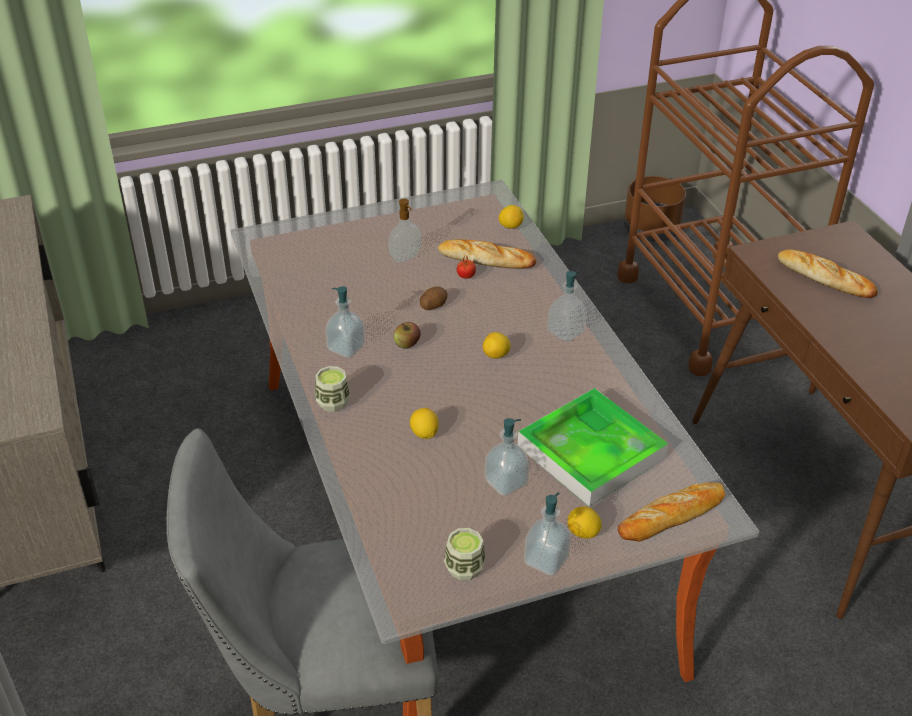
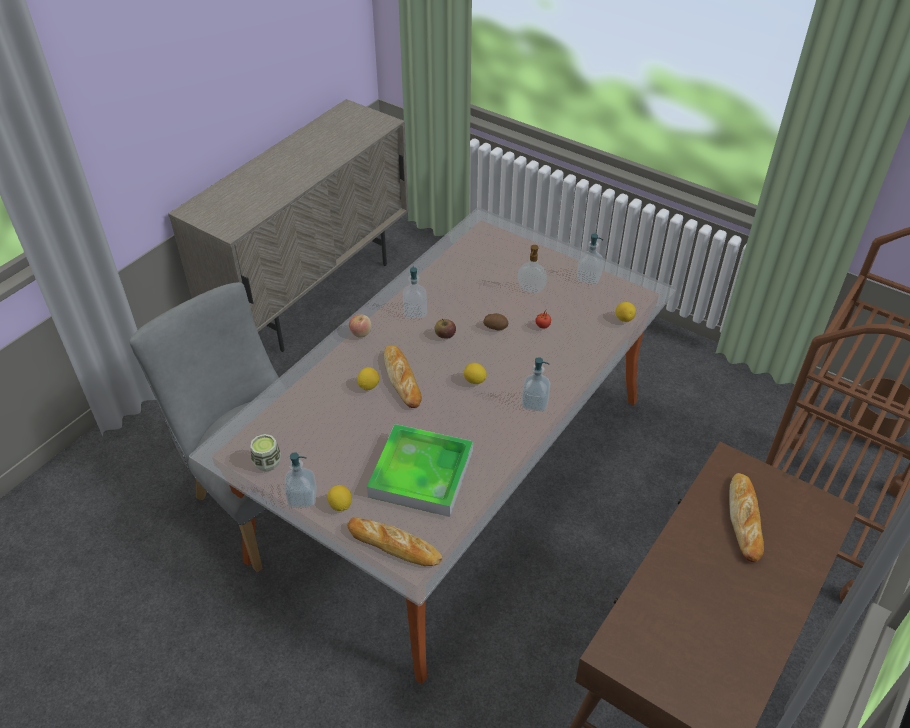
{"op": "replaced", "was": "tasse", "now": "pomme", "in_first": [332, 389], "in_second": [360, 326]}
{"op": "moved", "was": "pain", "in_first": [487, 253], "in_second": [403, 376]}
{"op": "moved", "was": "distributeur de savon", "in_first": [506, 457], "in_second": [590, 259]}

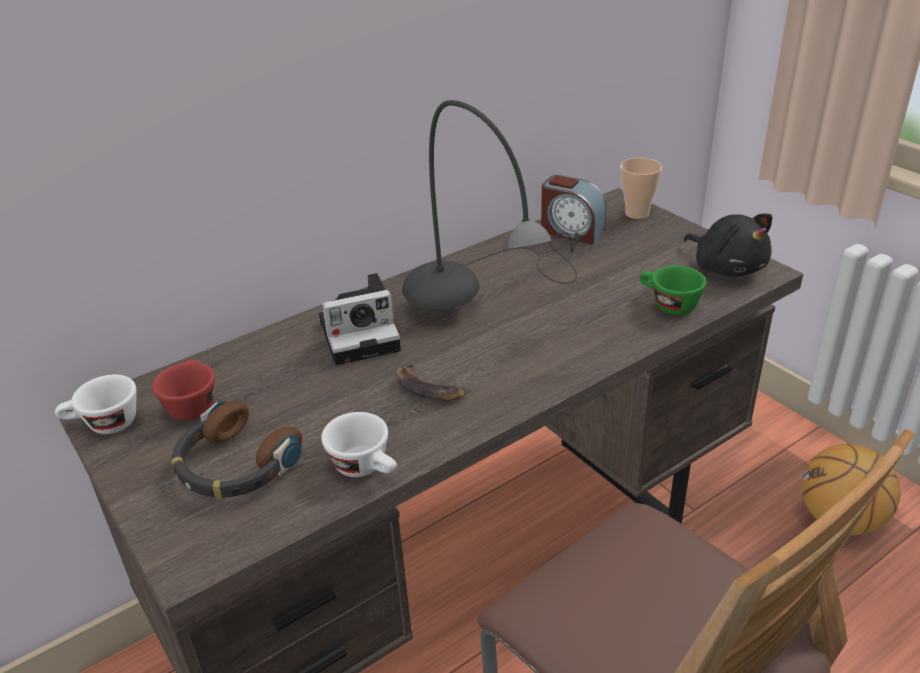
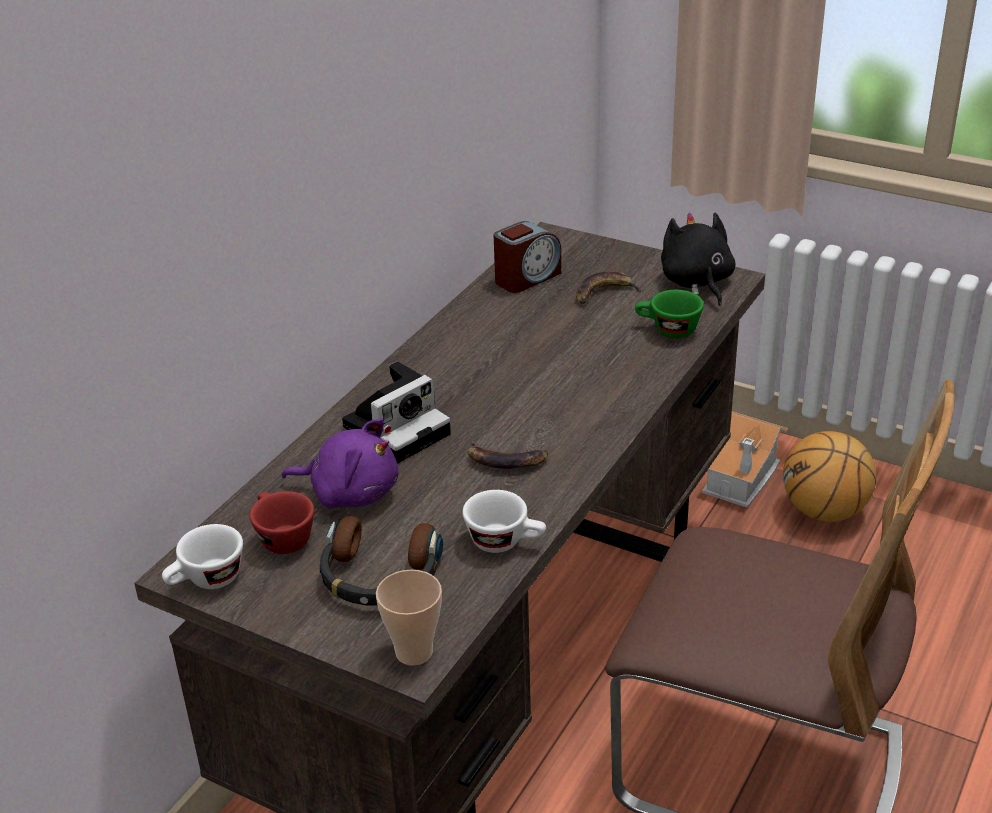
{"op": "added", "now": "peluche [violet]", "in_second": [340, 463]}
{"op": "moved", "was": "tasse", "in_first": [641, 188], "in_second": [409, 617]}
{"op": "turned", "was": "réveil", "in_first": [573, 209], "in_second": [527, 257], "clockwise": -45}
{"op": "added", "now": "banane", "in_second": [610, 287]}
{"op": "turned", "was": "peluche [noir]", "in_first": [728, 245], "in_second": [698, 259], "clockwise": -135}
{"op": "added", "now": "maison miniature", "in_second": [745, 460]}
{"op": "removed", "was": "lampe de table [gris]", "in_first": [492, 204]}

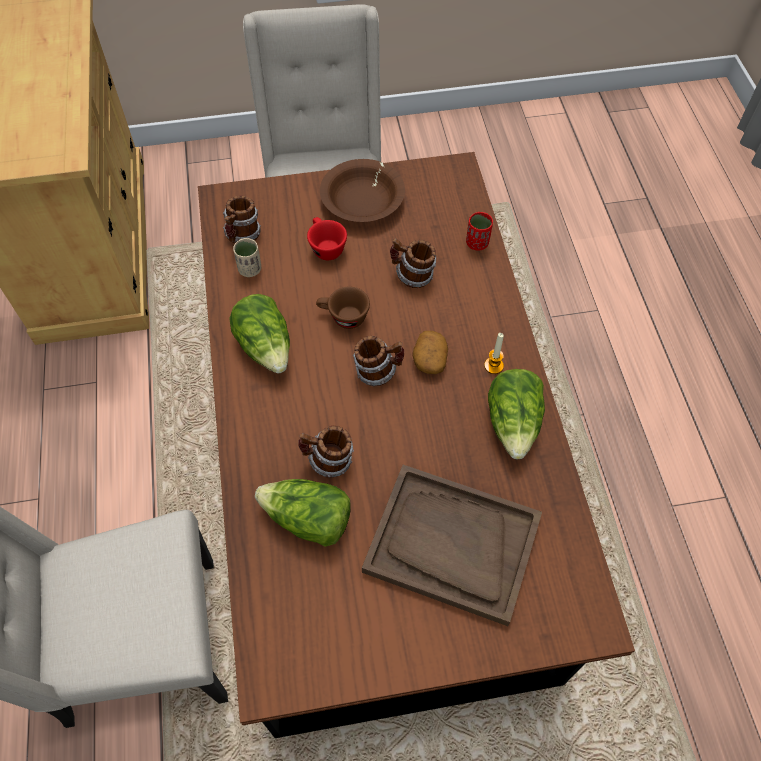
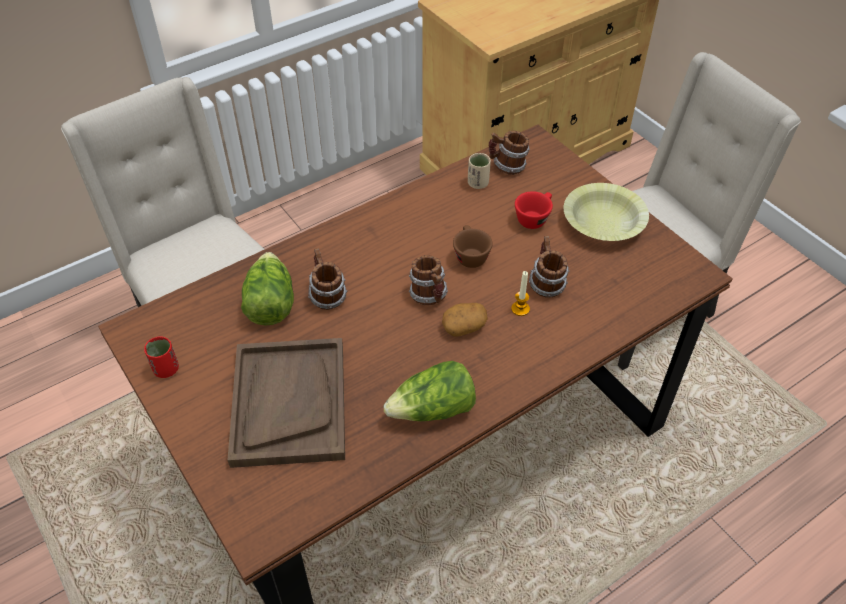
{"op": "moved", "was": "tasse [rouge]", "in_first": [479, 231], "in_second": [161, 357]}
{"op": "moved", "was": "bougie", "in_first": [494, 353], "in_second": [520, 293]}
{"op": "recoloured", "was": "bol [marron]", "now": "bol [jaune]", "in_first": [362, 190], "in_second": [606, 212]}
{"op": "removed", "was": "laitue", "in_first": [259, 333]}

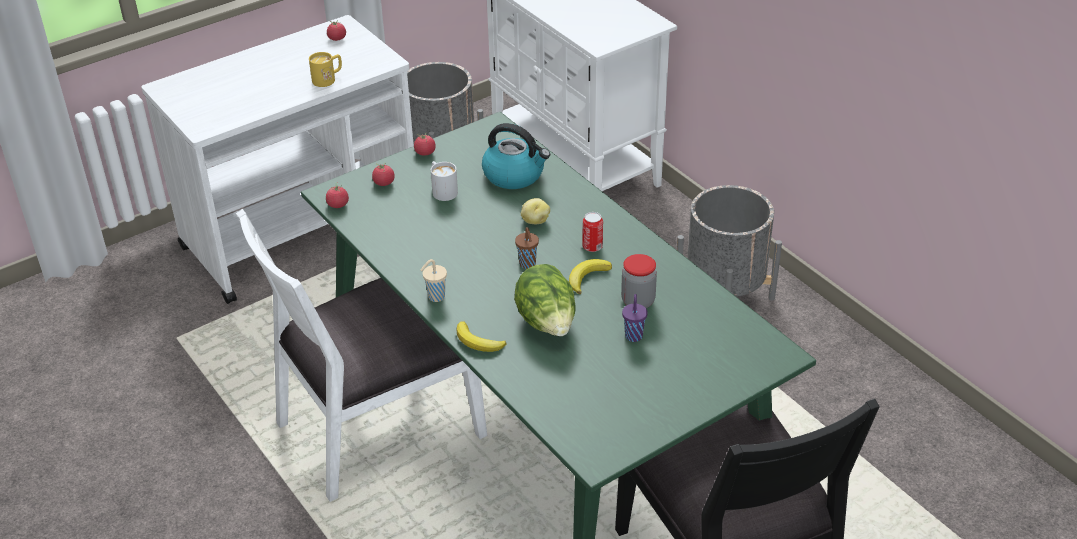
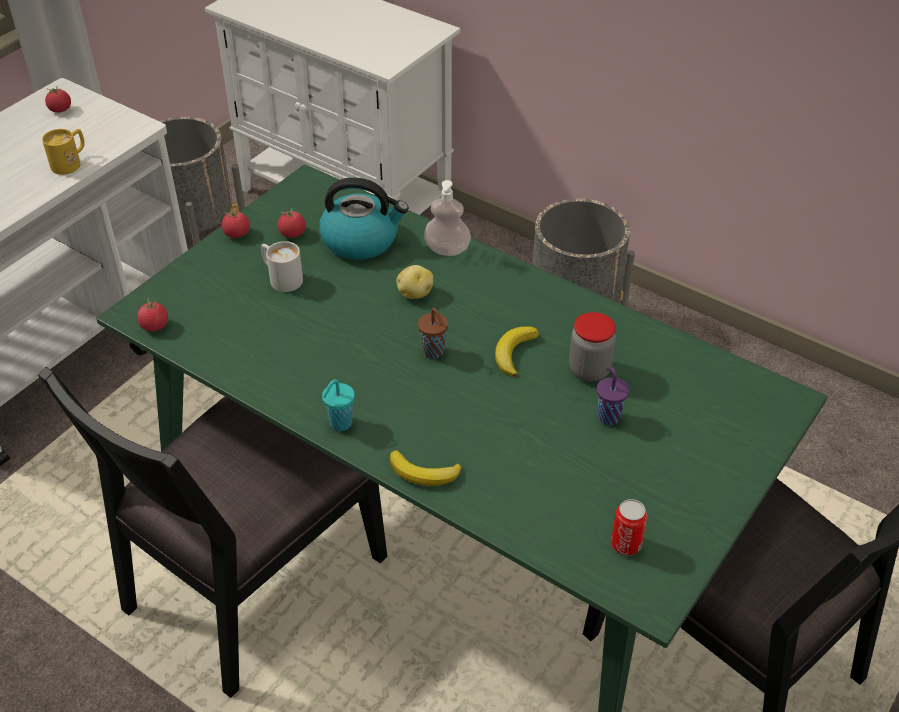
{"op": "recoloured", "was": "chaise [blanc]", "now": "chaise [noir]", "in_first": [361, 355], "in_second": [212, 532]}
{"op": "moved", "was": "tomate", "in_first": [383, 174], "in_second": [292, 223]}
{"op": "recoloured", "was": "tasse [beige]", "now": "tasse [turquoise]", "in_first": [434, 280], "in_second": [338, 405]}
{"op": "added", "now": "distributeur de savon", "in_second": [447, 218]}
{"op": "moved", "was": "boîte métallique", "in_first": [592, 232], "in_second": [629, 527]}
{"op": "removed", "was": "laitue", "in_first": [545, 300]}

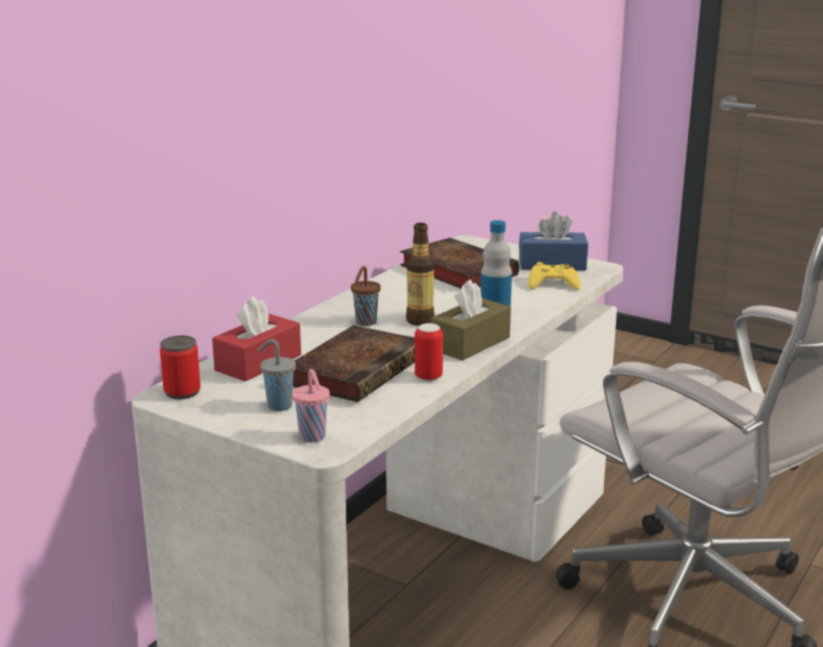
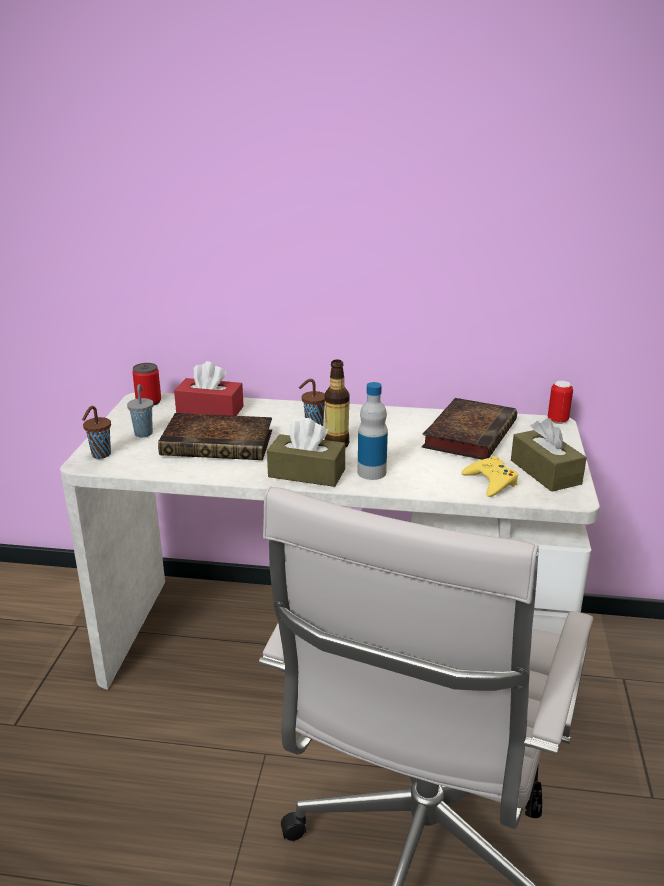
{"op": "recoloured", "was": "tasse [rose]", "now": "tasse [marron]", "in_first": [311, 405], "in_second": [96, 432]}
{"op": "recoloured", "was": "boîte à mouchoirs [bleu]", "now": "boîte à mouchoirs [marron]", "in_first": [553, 241], "in_second": [549, 455]}
{"op": "moved", "was": "boîte métallique", "in_first": [429, 352], "in_second": [560, 402]}

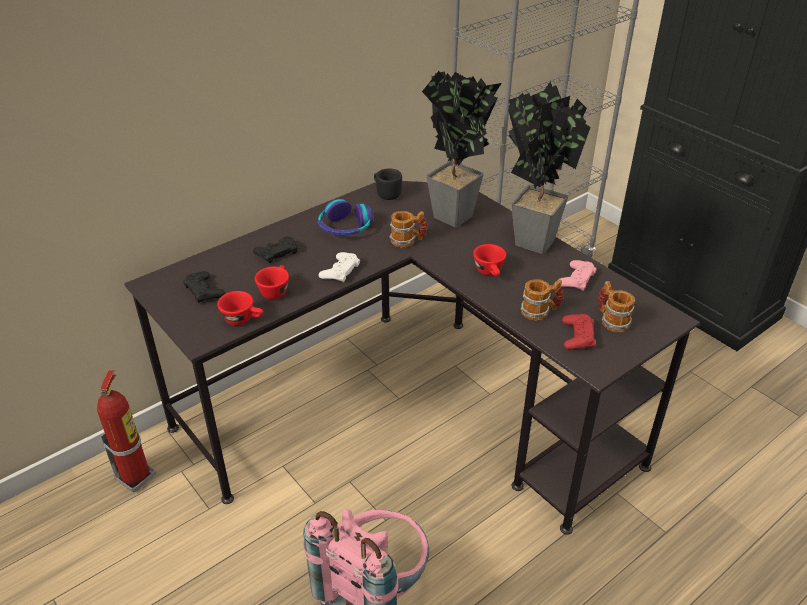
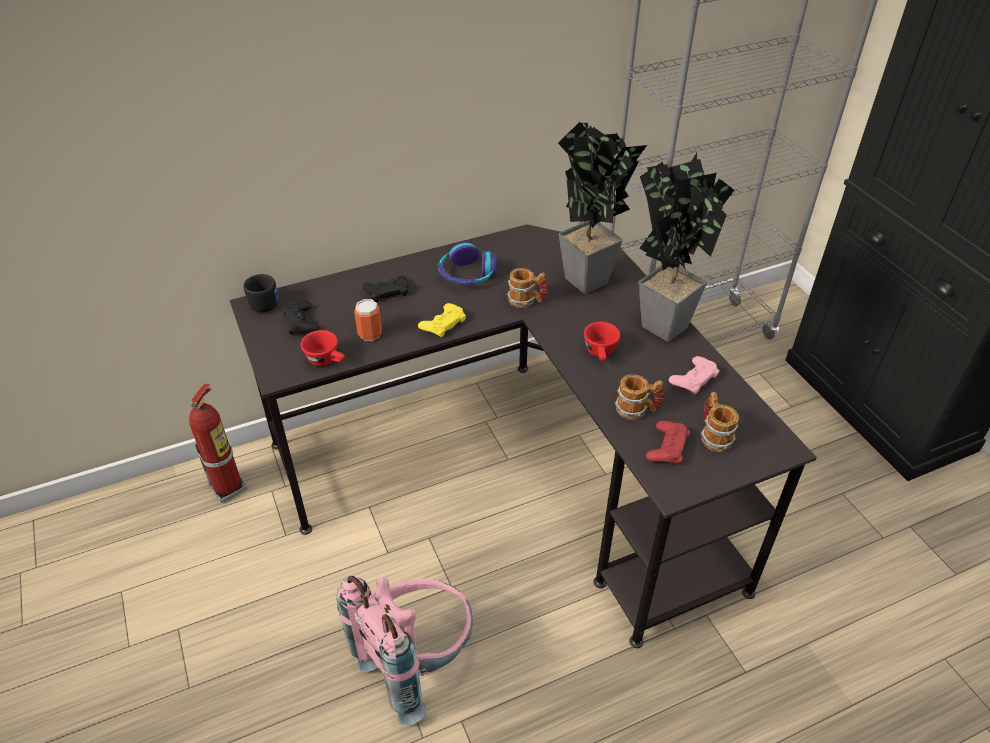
{"op": "moved", "was": "mug [noir]", "in_first": [388, 184], "in_second": [260, 293]}
{"op": "replaced", "was": "tasse [rouge]", "now": "boîte métallique", "in_first": [272, 282], "in_second": [368, 320]}
{"op": "recoloured", "was": "manette [blanc]", "now": "manette [jaune]", "in_first": [339, 267], "in_second": [442, 320]}

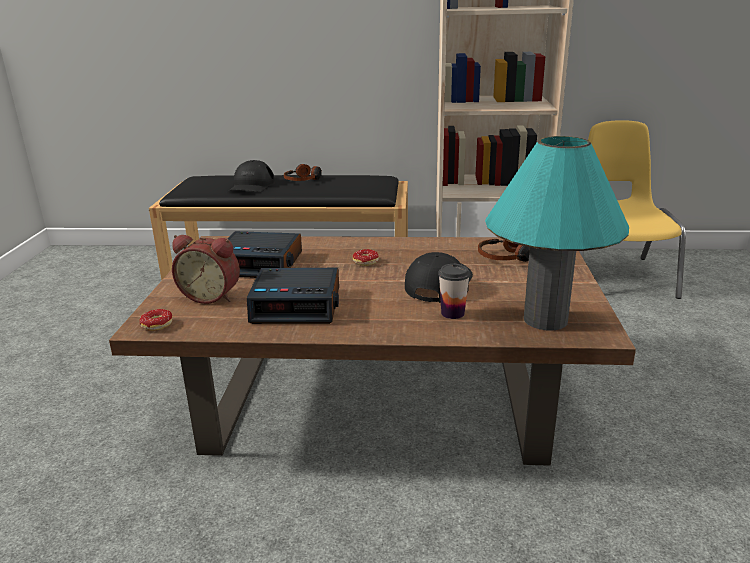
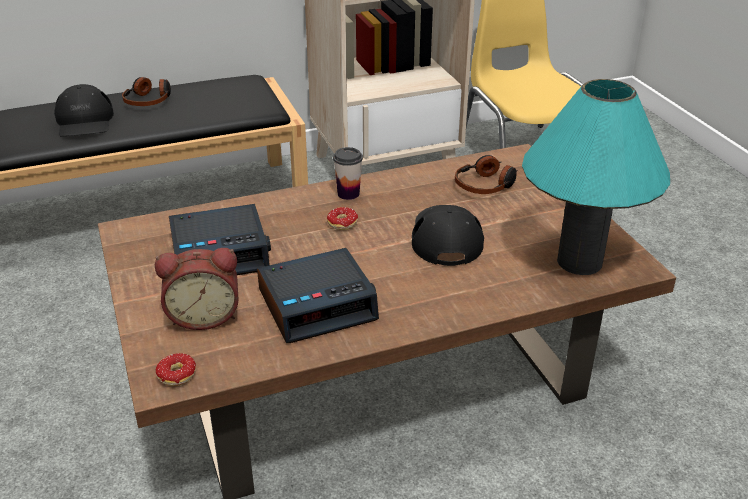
{"op": "moved", "was": "tasse", "in_first": [454, 291], "in_second": [348, 173]}

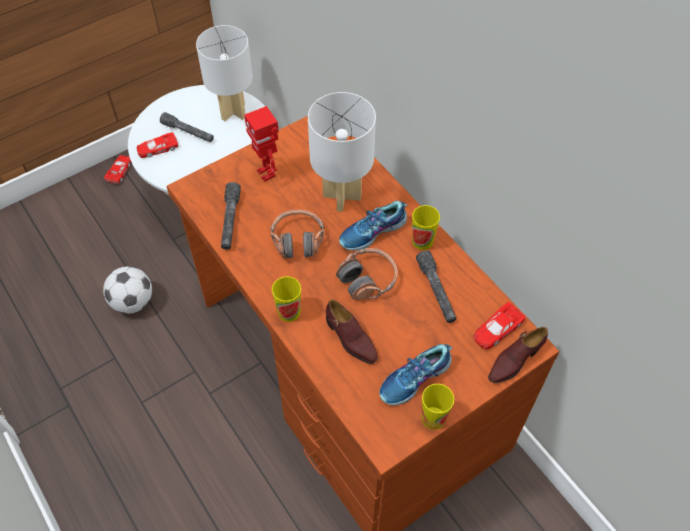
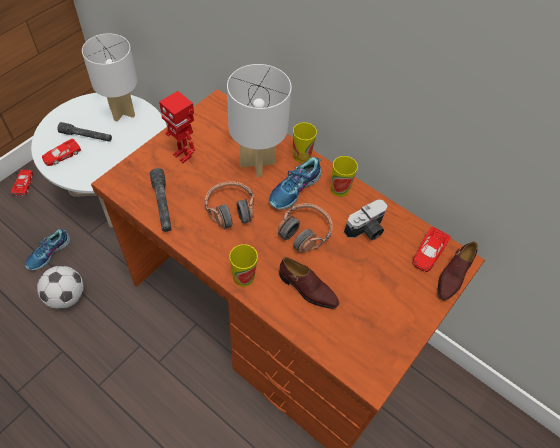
{"op": "moved", "was": "chaussure", "in_first": [415, 374], "in_second": [48, 249]}
{"op": "moved", "was": "tasse", "in_first": [437, 407], "in_second": [305, 142]}
{"op": "replaced", "was": "lampe de poche [gris]", "now": "appareil photo", "in_first": [436, 286], "in_second": [366, 219]}

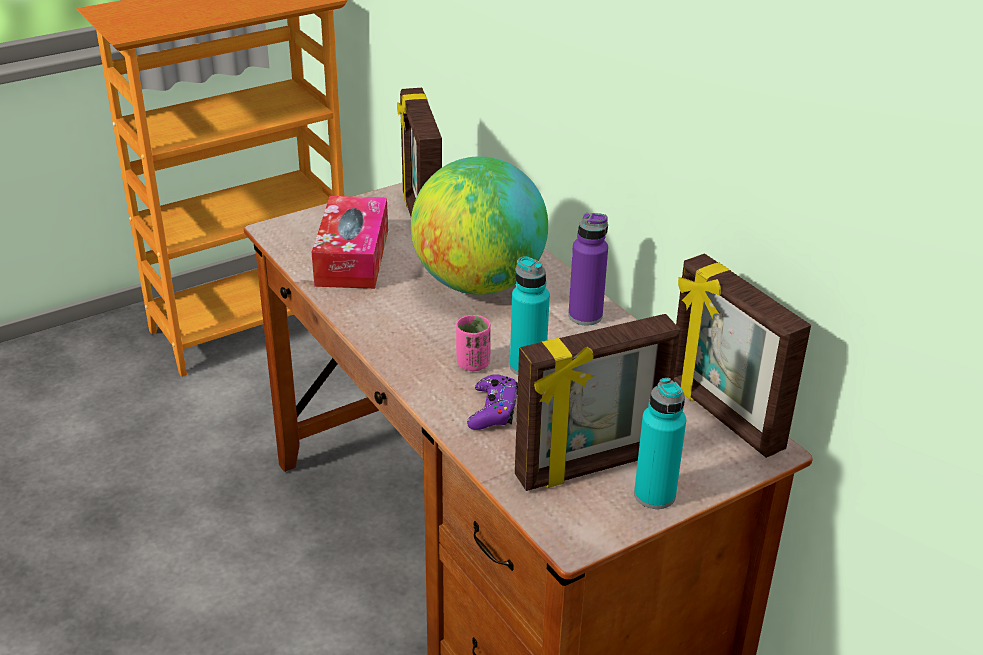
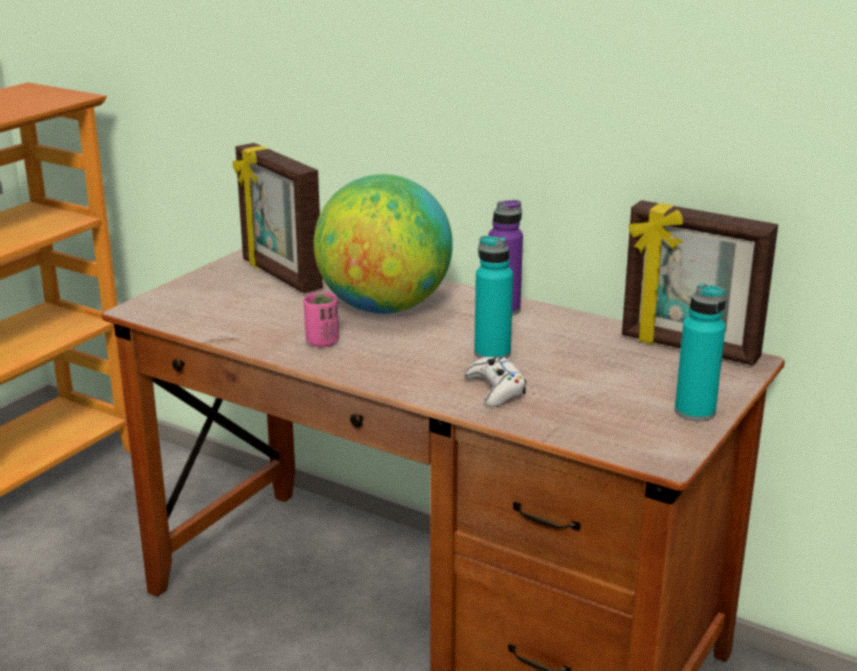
{"op": "moved", "was": "tasse [rose]", "in_first": [473, 343], "in_second": [321, 319]}
{"op": "recoloured", "was": "manette [violet]", "now": "manette [blanc]", "in_first": [492, 402], "in_second": [495, 381]}
{"op": "removed", "was": "boîte à mouchoirs", "in_first": [350, 242]}
{"op": "removed", "was": "cadre photo", "in_first": [597, 402]}

